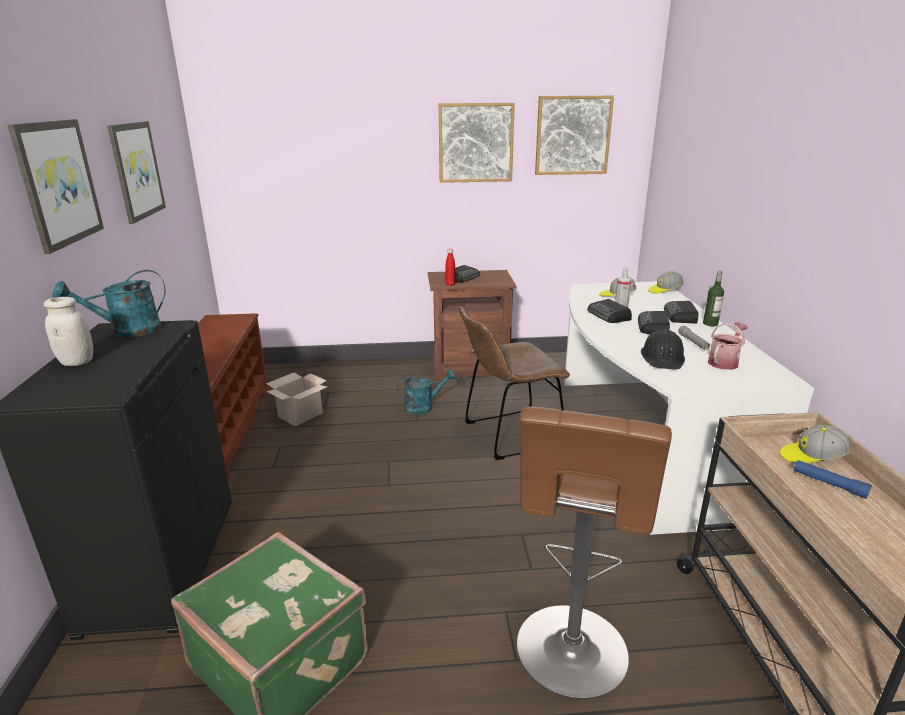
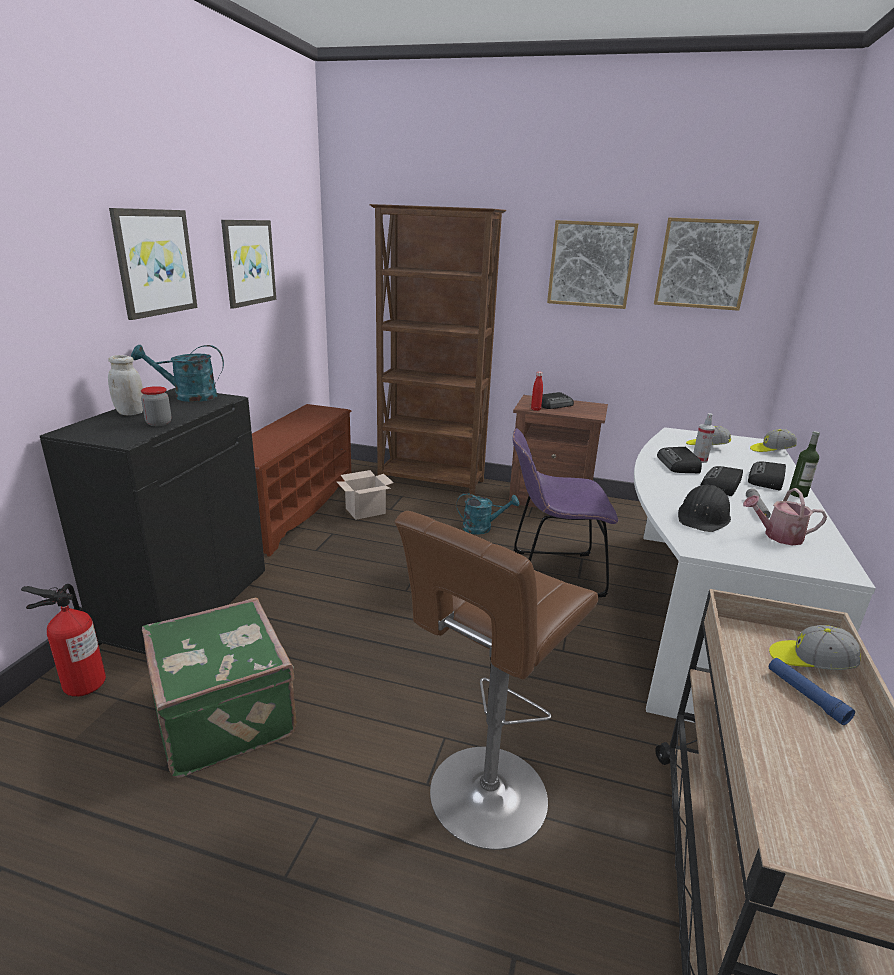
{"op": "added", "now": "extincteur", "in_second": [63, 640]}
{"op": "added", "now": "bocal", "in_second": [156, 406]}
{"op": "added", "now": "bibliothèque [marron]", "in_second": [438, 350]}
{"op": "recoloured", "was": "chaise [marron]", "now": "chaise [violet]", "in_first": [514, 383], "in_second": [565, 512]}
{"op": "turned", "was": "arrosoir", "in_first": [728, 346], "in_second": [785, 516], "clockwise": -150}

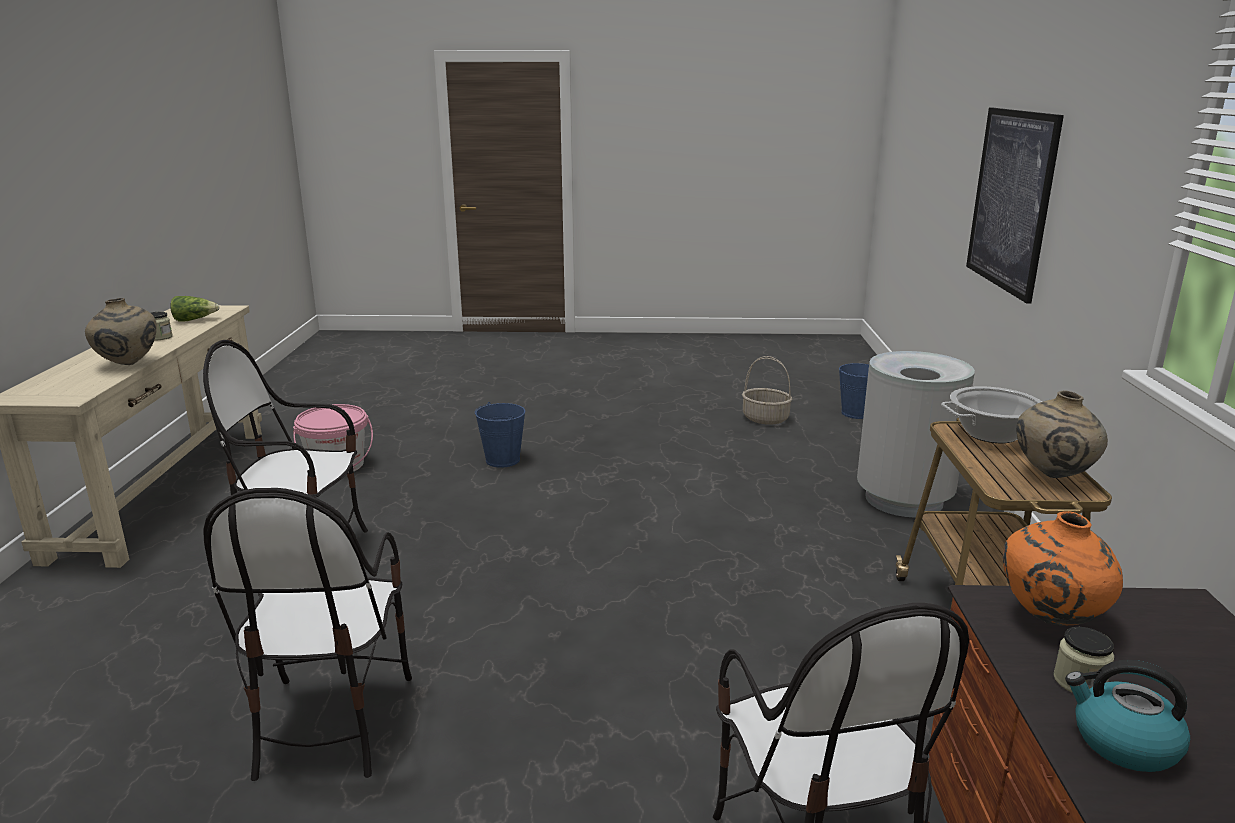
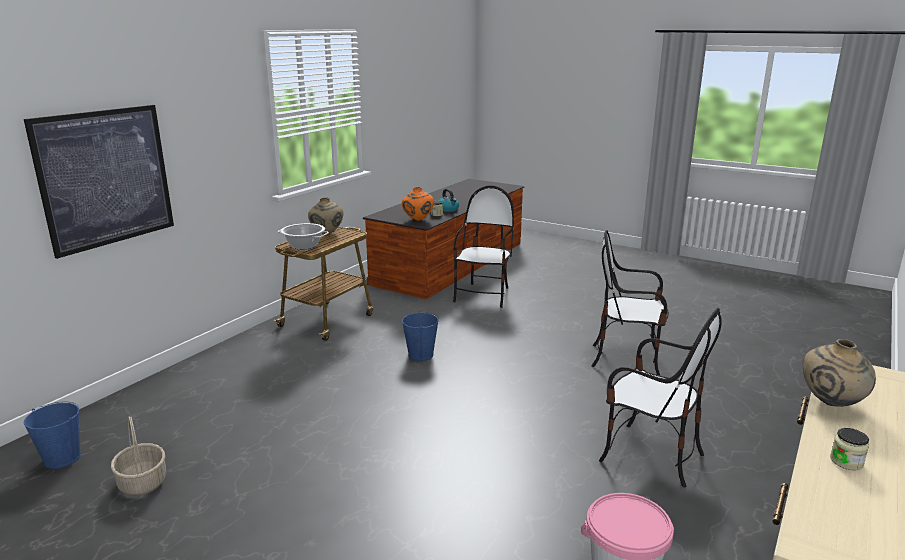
{"op": "moved", "was": "seau [bleu]", "in_first": [500, 435], "in_second": [420, 336]}
{"op": "turned", "was": "chaise", "in_first": [307, 634], "in_second": [630, 302], "clockwise": -105}
{"op": "removed", "was": "laitue", "in_first": [194, 309]}
{"op": "removed", "was": "poubelle [gris]", "in_first": [916, 434]}

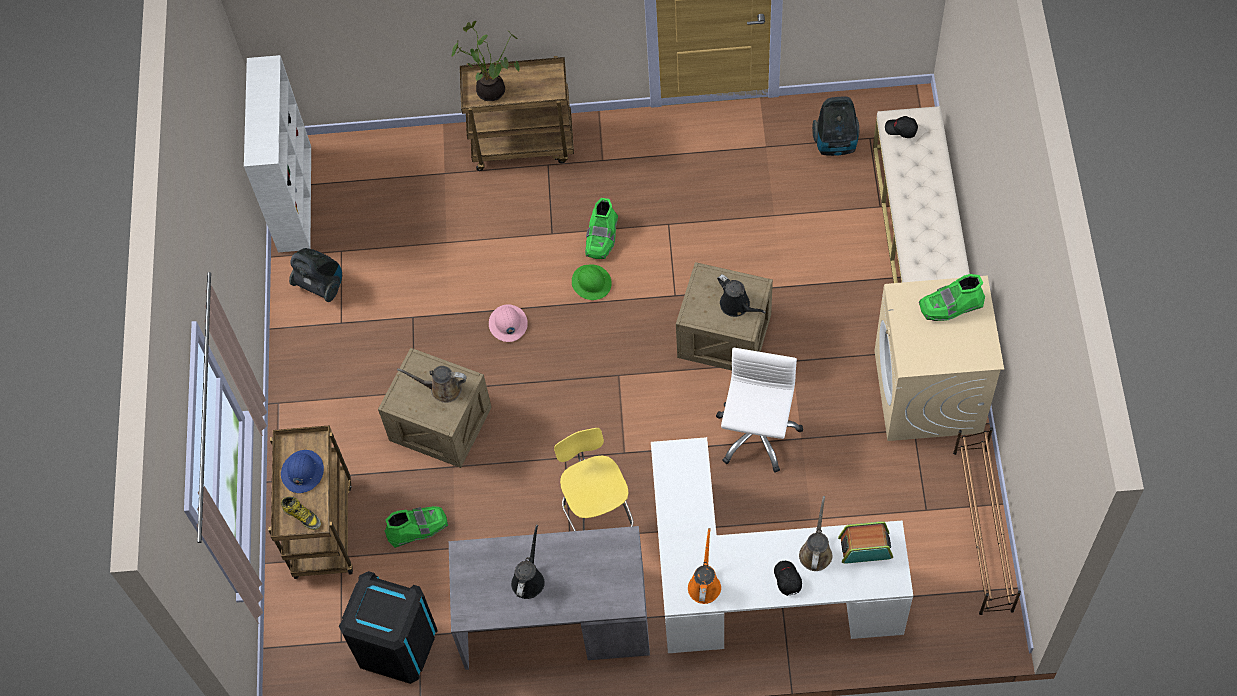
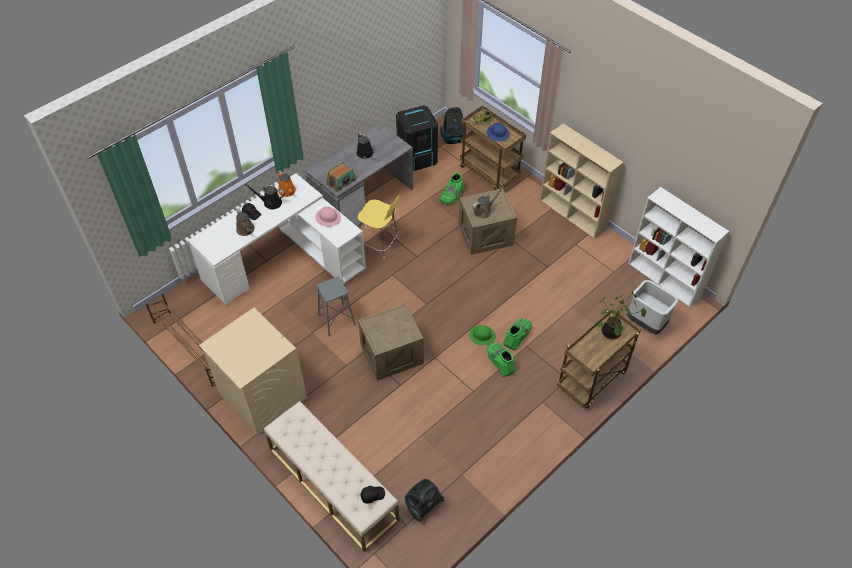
{"op": "moved", "was": "arrosoir [noir]", "in_first": [741, 295], "in_second": [265, 197]}
{"op": "moved", "was": "casque de chantier [rose]", "in_first": [508, 323], "in_second": [328, 217]}
{"op": "replaced", "was": "chaise de bureau [blanc]", "now": "tabouret [gris]", "in_first": [759, 410], "in_second": [336, 306]}
{"op": "moved", "was": "radio", "in_first": [865, 542], "in_second": [341, 177]}
{"op": "moved", "was": "aspirateur", "in_first": [315, 275], "in_second": [453, 125]}
{"op": "moved", "was": "botte [vert]", "in_first": [952, 297], "in_second": [517, 334]}
{"op": "added", "now": "bibliothèque [beige]", "in_second": [582, 181]}
{"op": "added", "now": "poubelle [gris]", "in_second": [652, 307]}

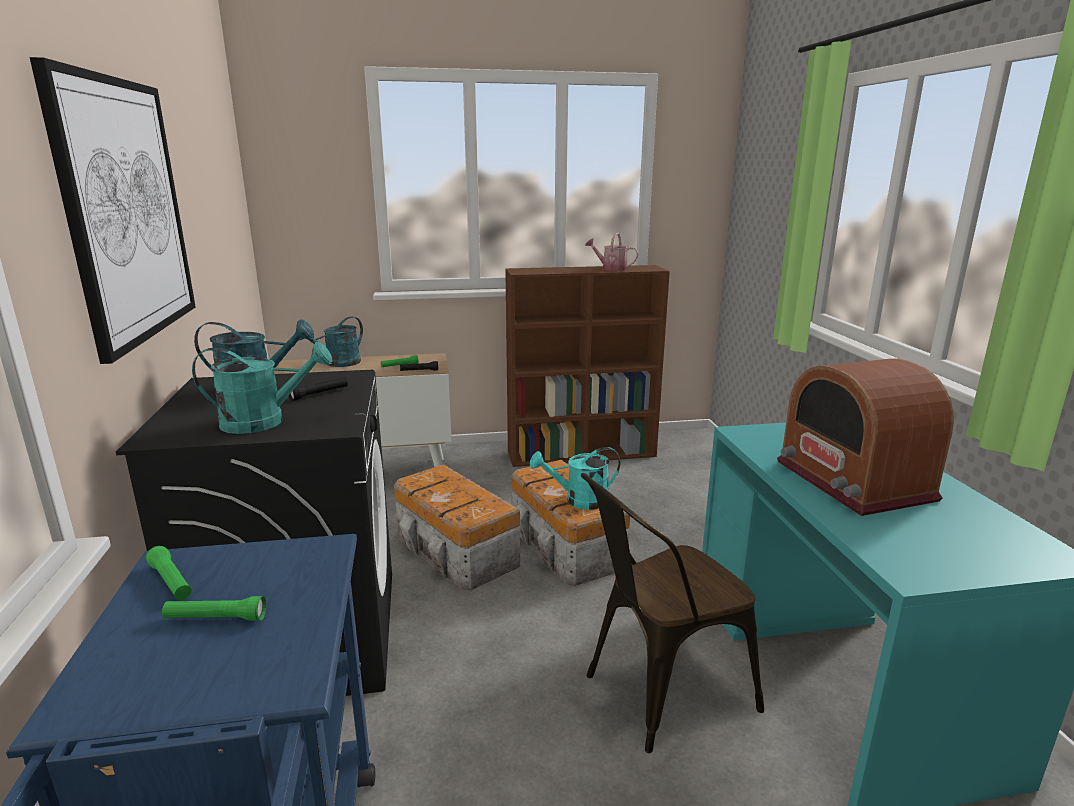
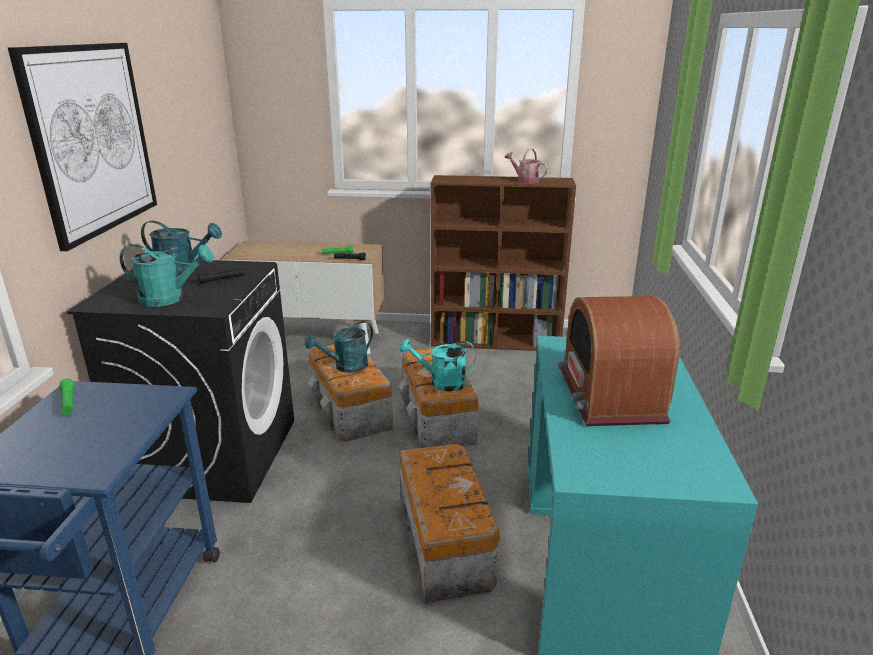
{"op": "moved", "was": "arrosoir [turquoise]", "in_first": [331, 342], "in_second": [339, 347]}
{"op": "replaced", "was": "chaise [marron]", "now": "boîte de rangement", "in_first": [672, 613], "in_second": [450, 523]}
{"op": "removed", "was": "lampe de poche [vert]", "in_first": [214, 608]}

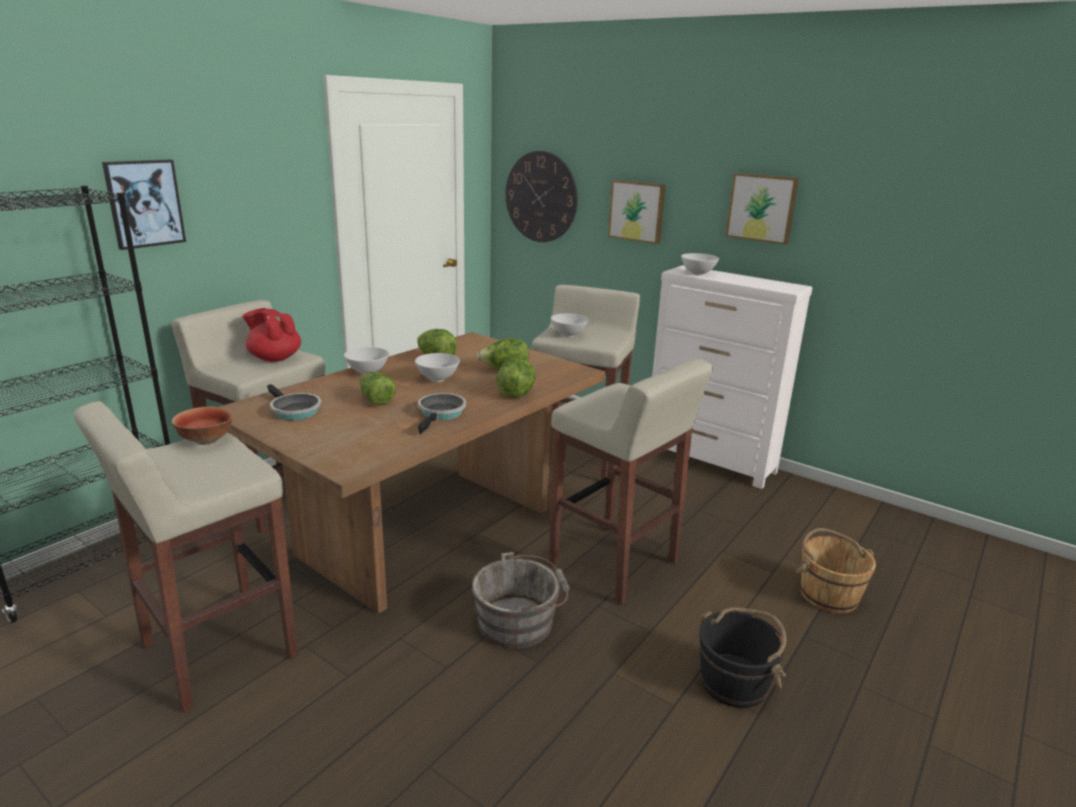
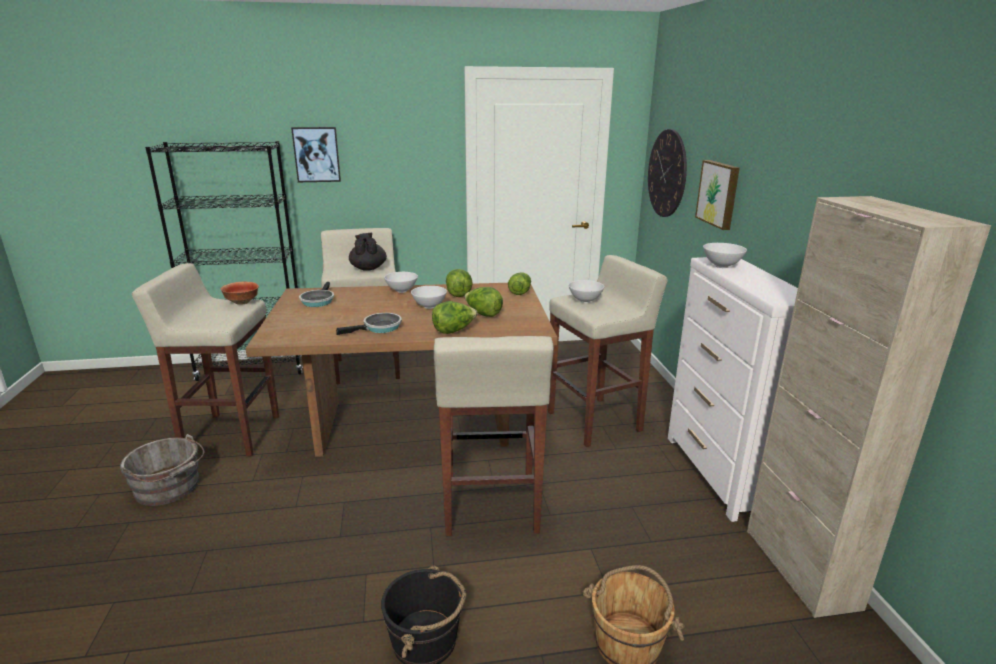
{"op": "moved", "was": "seau [gris]", "in_first": [521, 600], "in_second": [162, 470]}
{"op": "recoloured", "was": "théière [rouge]", "now": "théière [noir]", "in_first": [272, 335], "in_second": [368, 252]}
{"op": "moved", "was": "laitue", "in_first": [378, 389], "in_second": [519, 283]}
{"op": "added", "now": "meuble de rangement [beige]", "in_second": [869, 407]}
{"op": "removed", "was": "tableau", "in_first": [762, 209]}

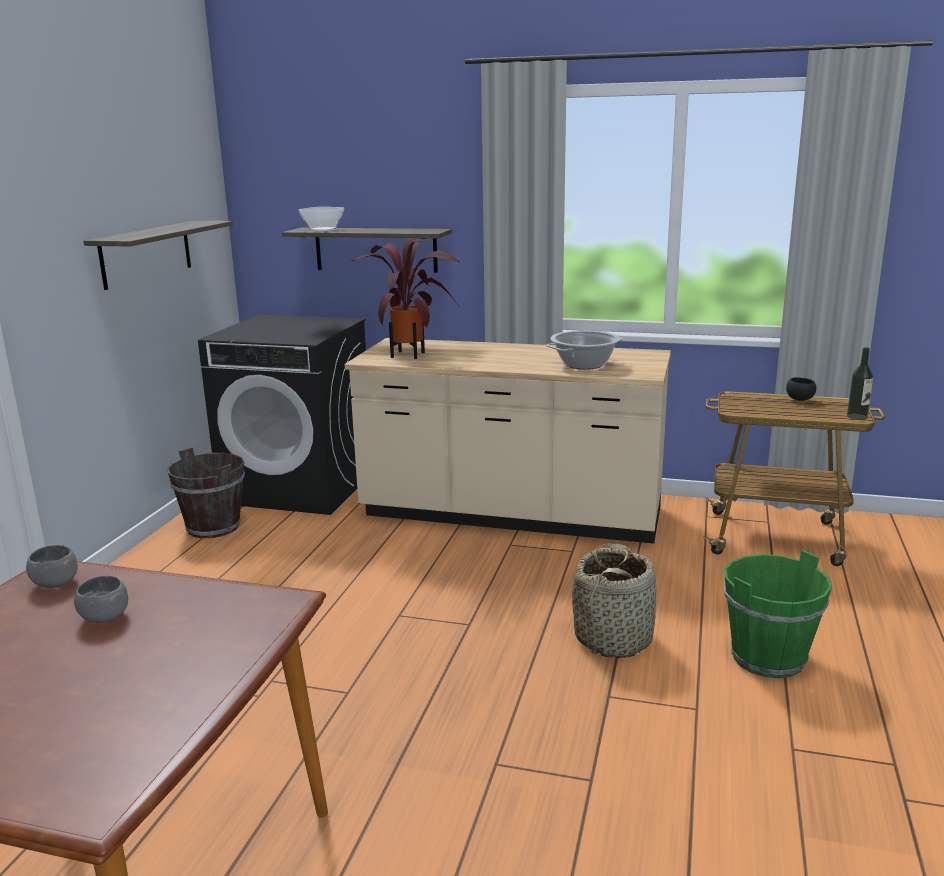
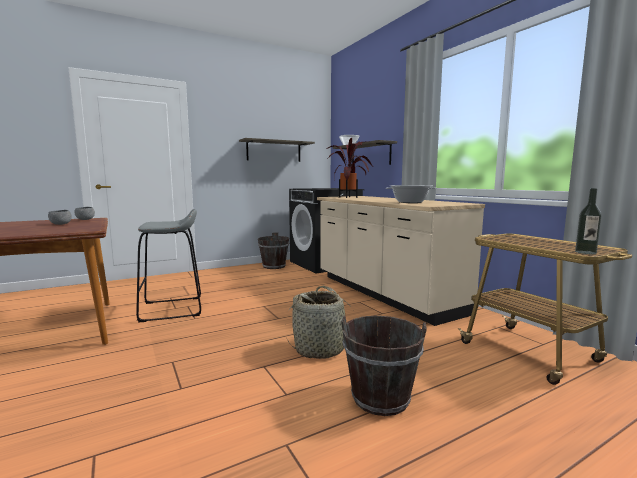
{"op": "added", "now": "tabouret [gris]", "in_second": [168, 266]}
{"op": "recoloured", "was": "seau [vert]", "now": "seau [marron]", "in_first": [778, 614], "in_second": [384, 366]}
{"op": "removed", "was": "bol [noir]", "in_first": [801, 389]}

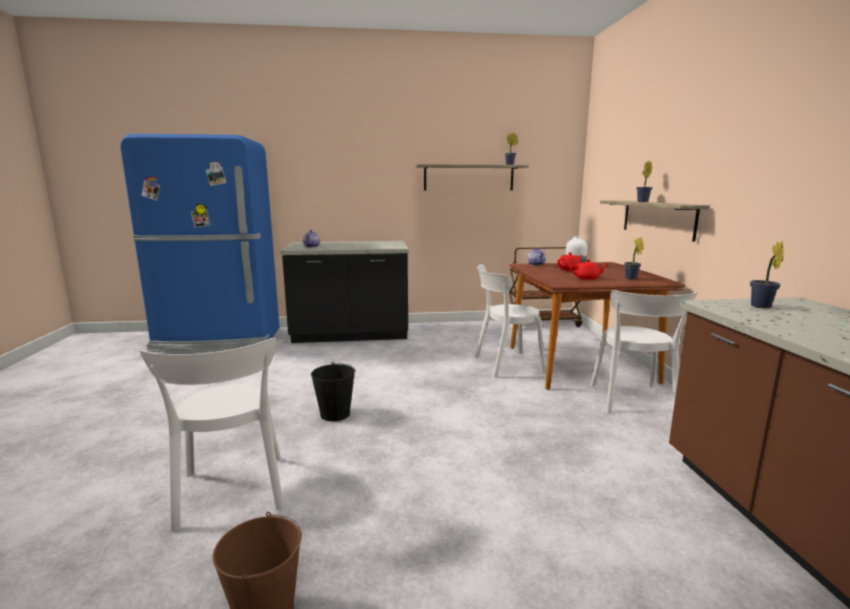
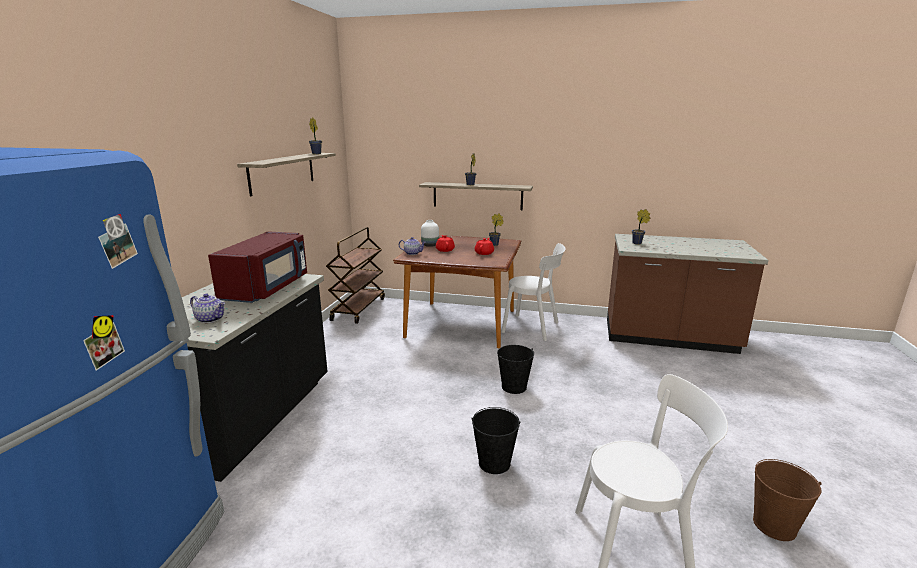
{"op": "added", "now": "micro-ondes [rouge]", "in_second": [257, 267]}
{"op": "added", "now": "seau [noir]", "in_second": [515, 369]}
{"op": "removed", "was": "chaise [blanc]", "in_first": [510, 321]}

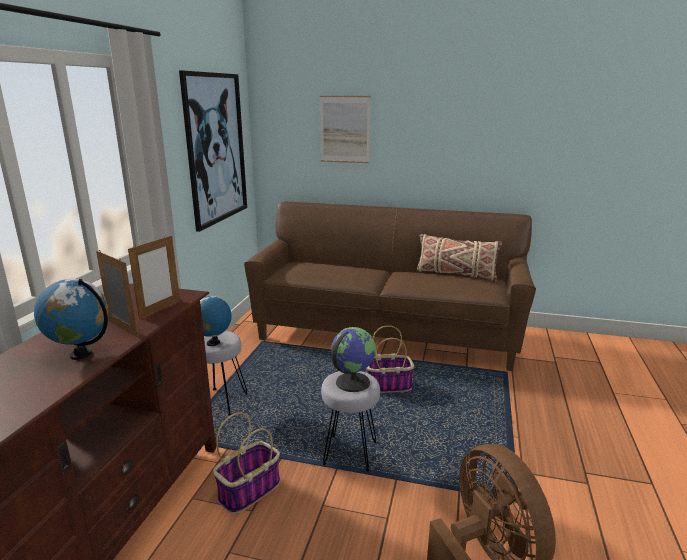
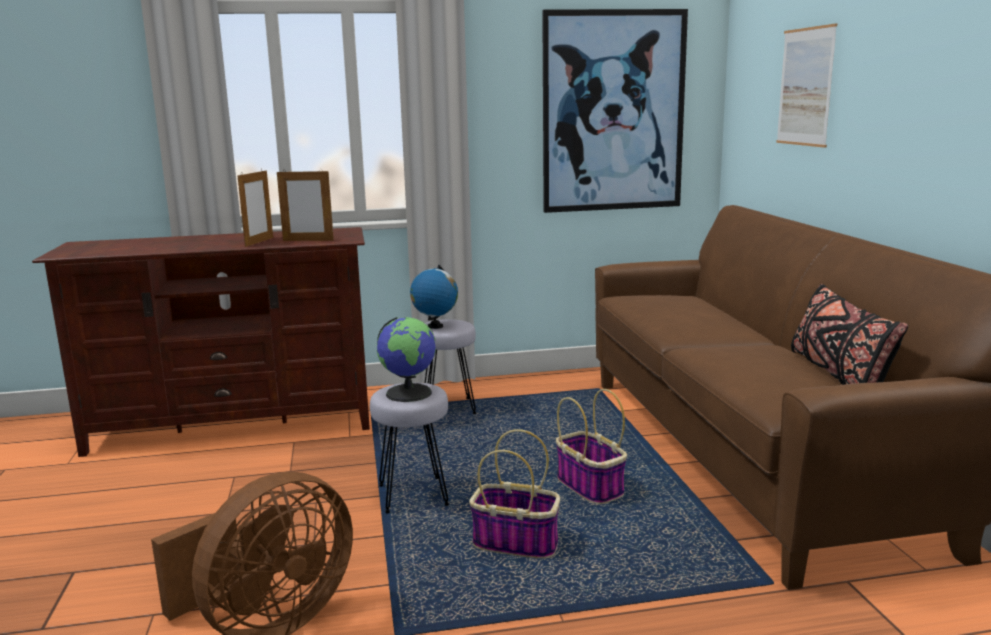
{"op": "moved", "was": "panier", "in_first": [246, 463], "in_second": [514, 494]}
{"op": "recoloured", "was": "coussin [beige]", "now": "coussin [noir]", "in_first": [459, 258], "in_second": [849, 334]}
{"op": "removed", "was": "globe", "in_first": [71, 319]}

